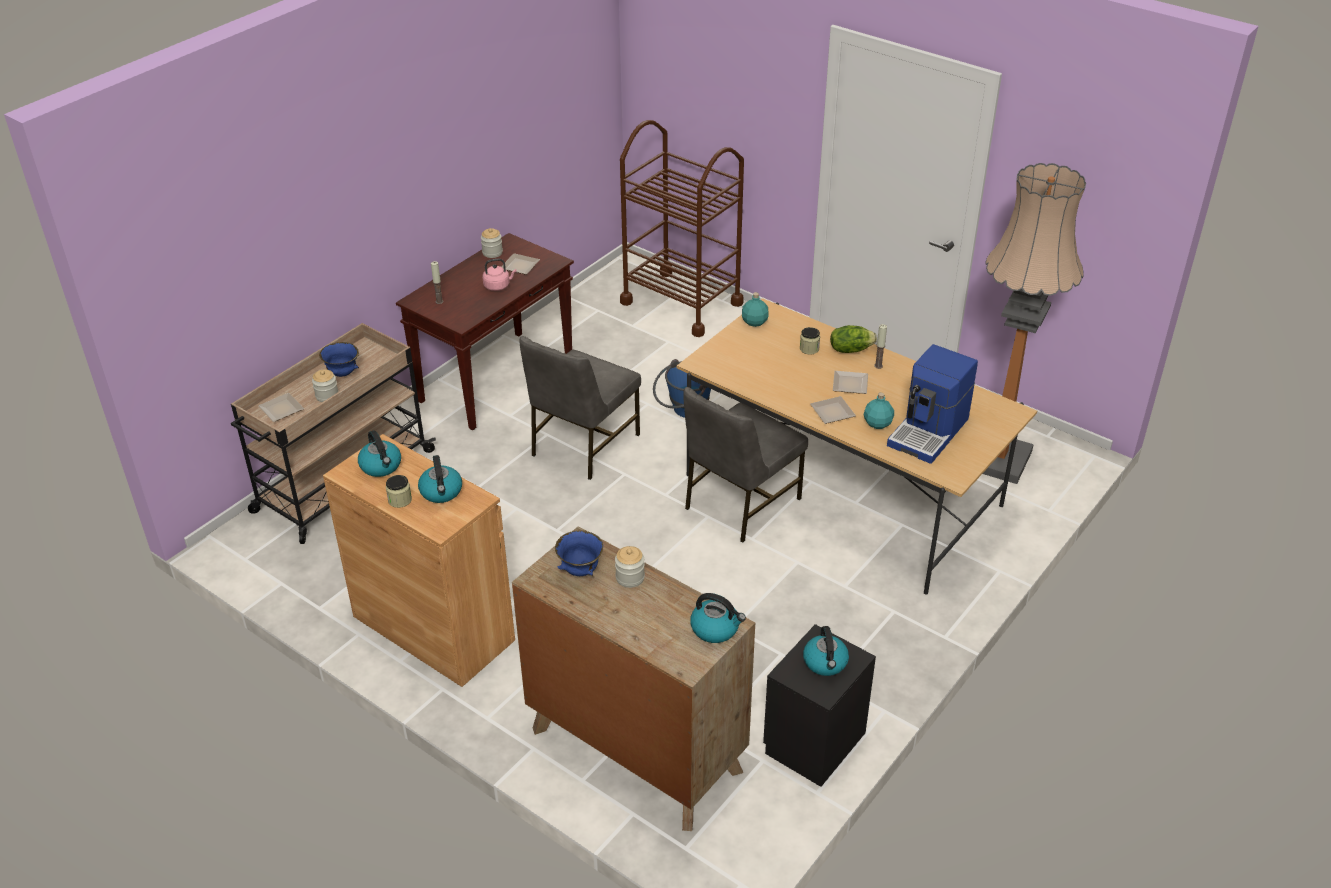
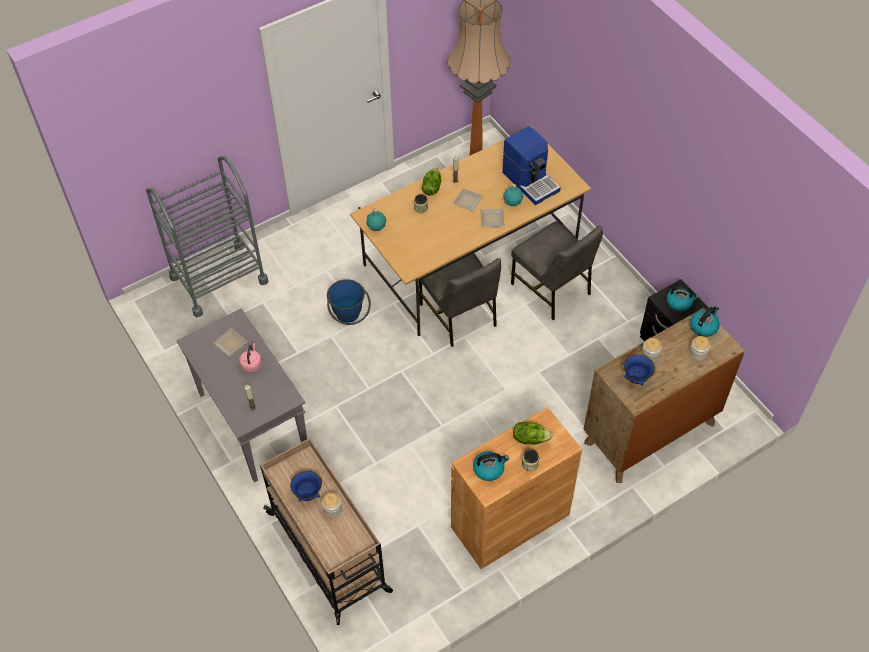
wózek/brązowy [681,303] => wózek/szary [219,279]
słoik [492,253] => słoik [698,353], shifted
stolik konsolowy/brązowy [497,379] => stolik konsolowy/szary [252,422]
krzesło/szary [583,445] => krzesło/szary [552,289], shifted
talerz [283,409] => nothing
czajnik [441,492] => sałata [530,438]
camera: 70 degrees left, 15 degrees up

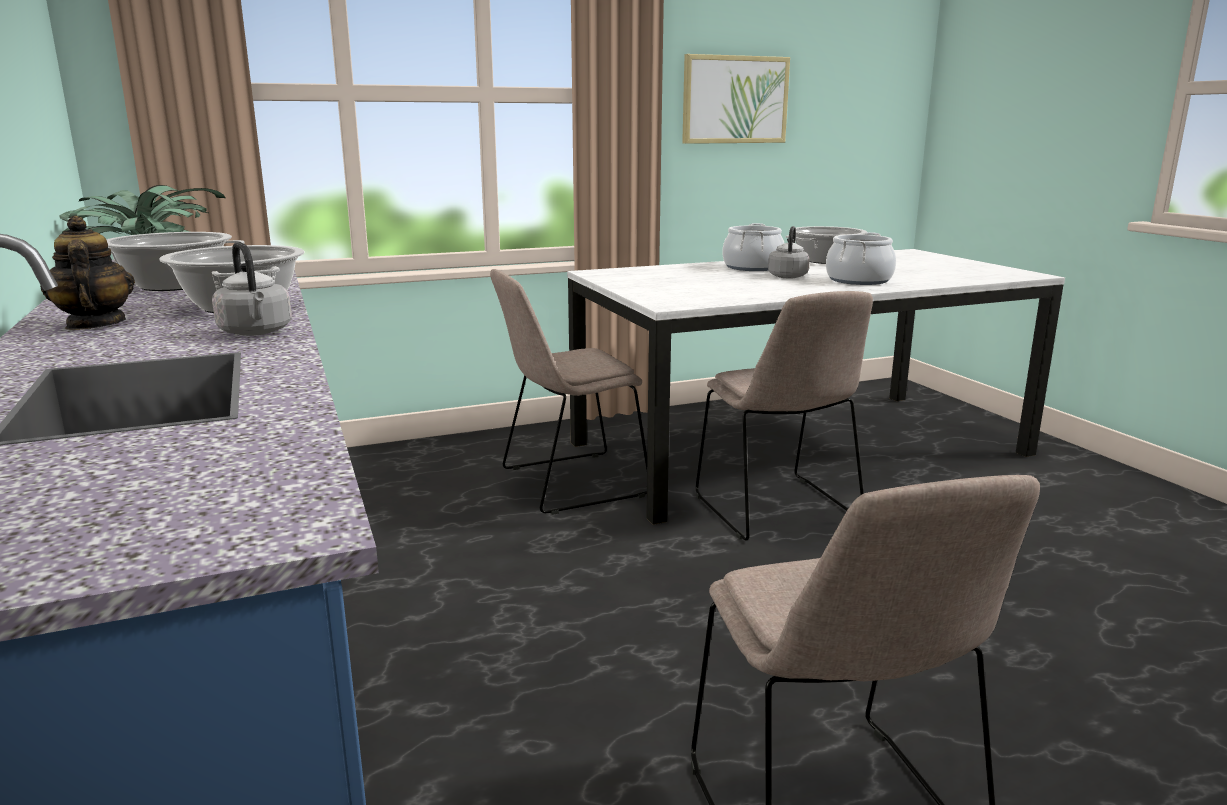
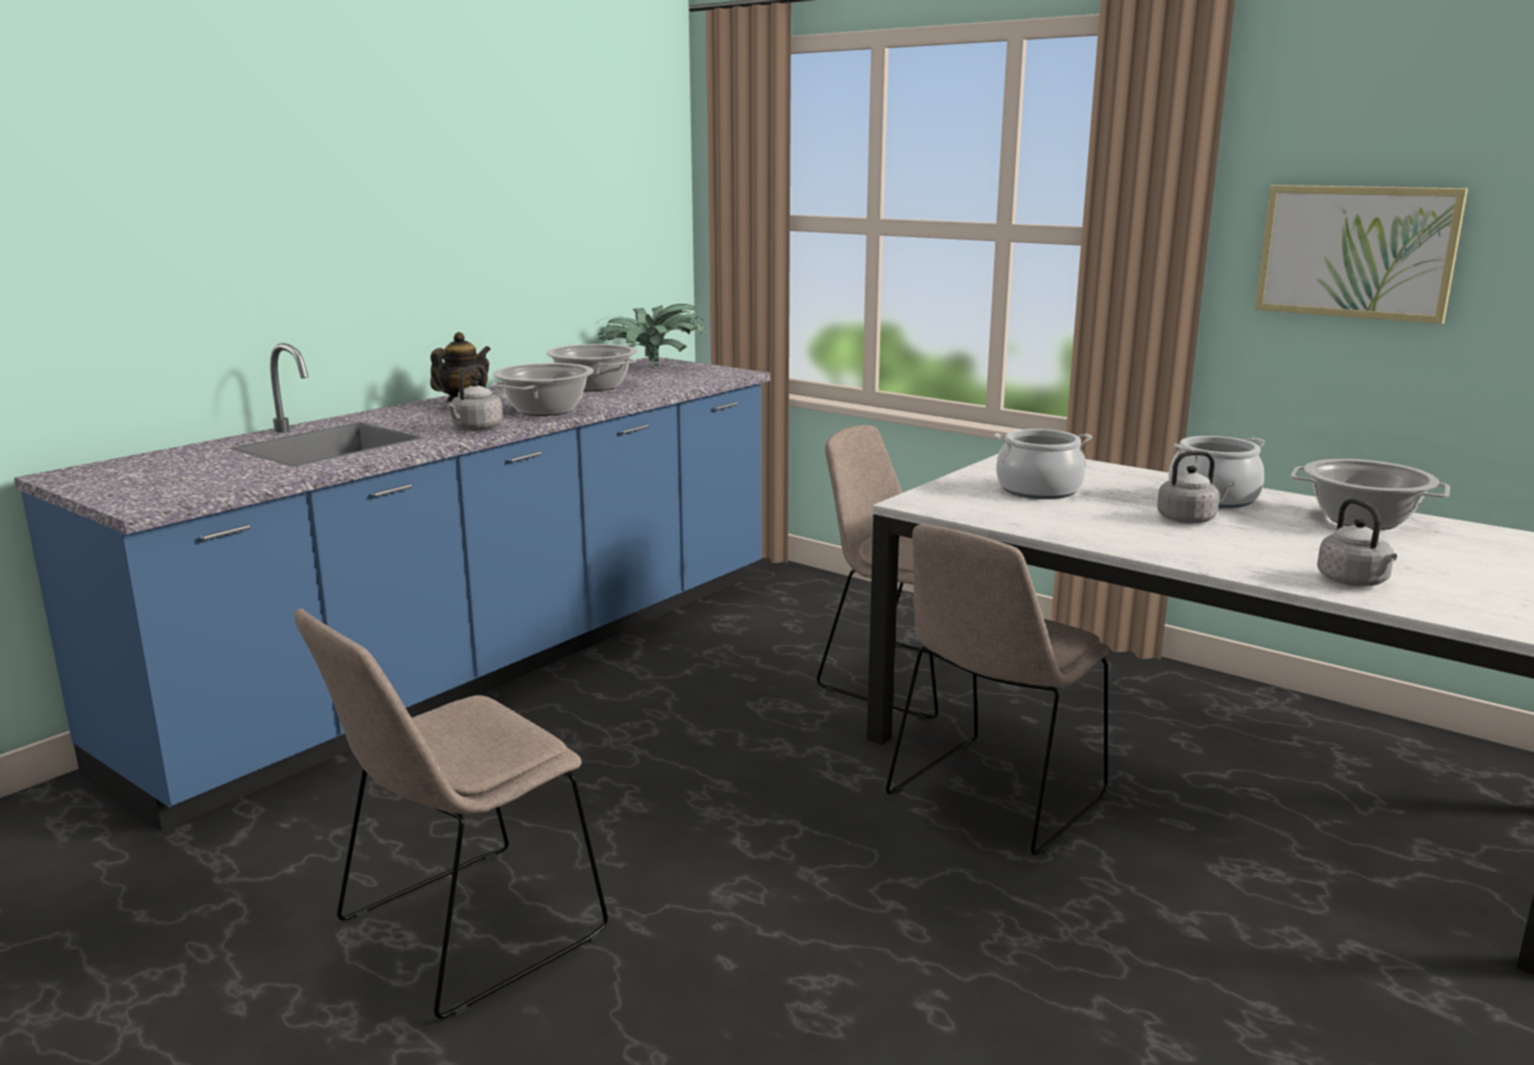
garnek [858,280] => garnek [1038,490], shifted
nothing => czajnik/szary [1354,582]
camera: 60 degrees right, 0 degrees up

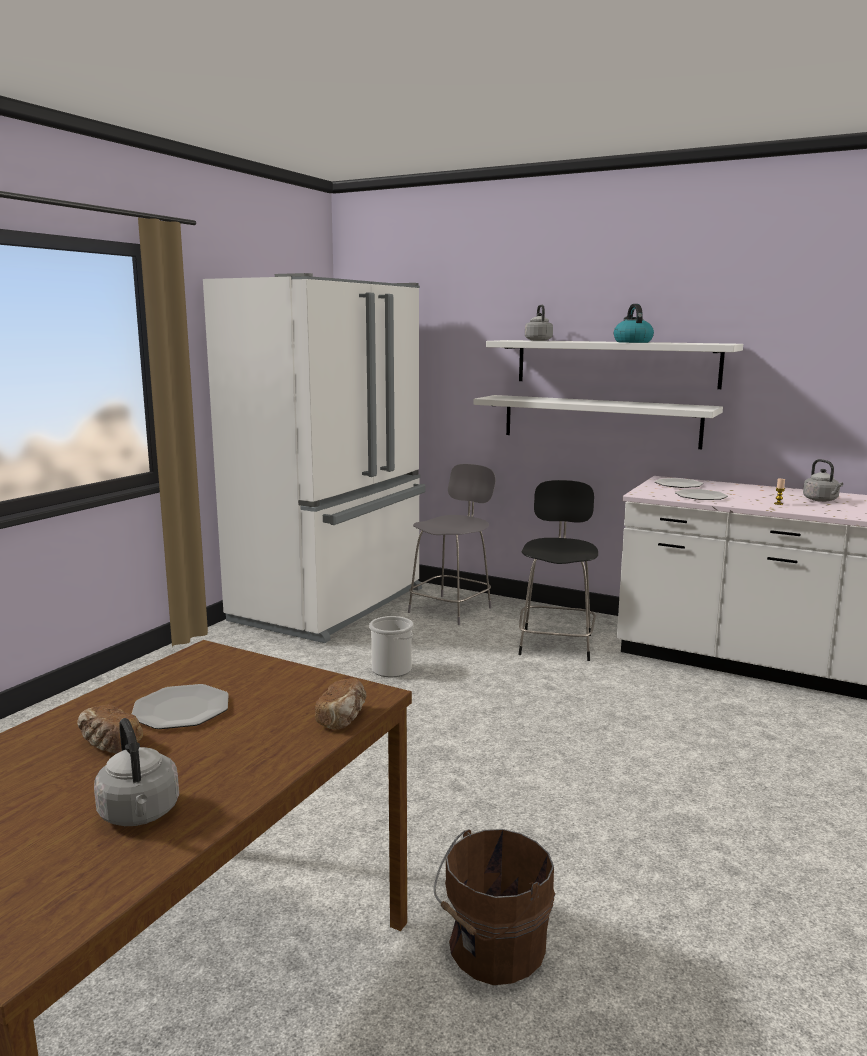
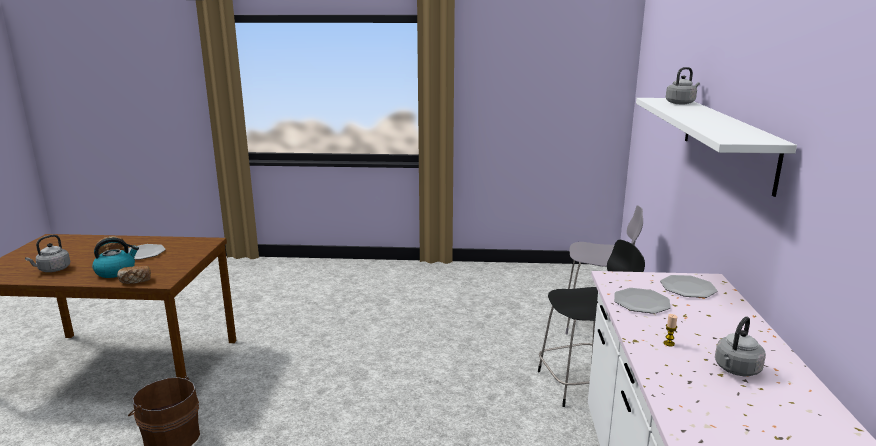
lodówka/biały [333,605] => nothing
czajnik [632,342] => czajnik [116,271], shifted
półka/biały [600,421] => nothing
wiadro [392,669] => nothing
camera: 65 degrees right, 5 degrees up

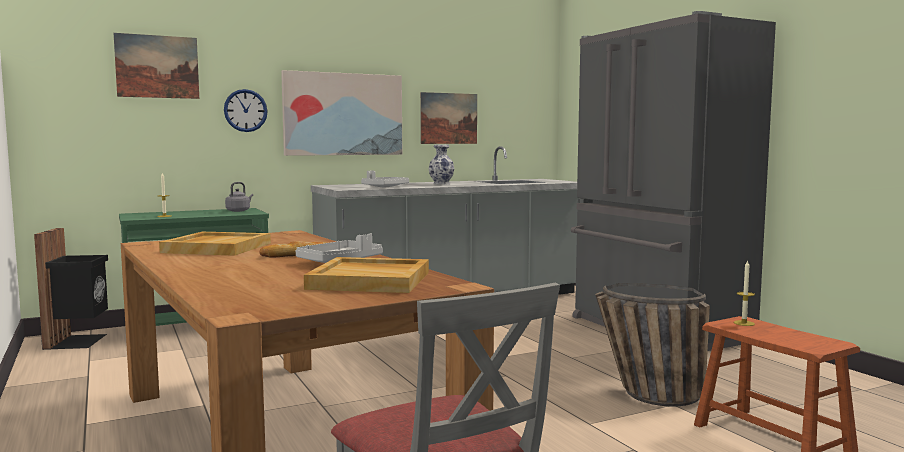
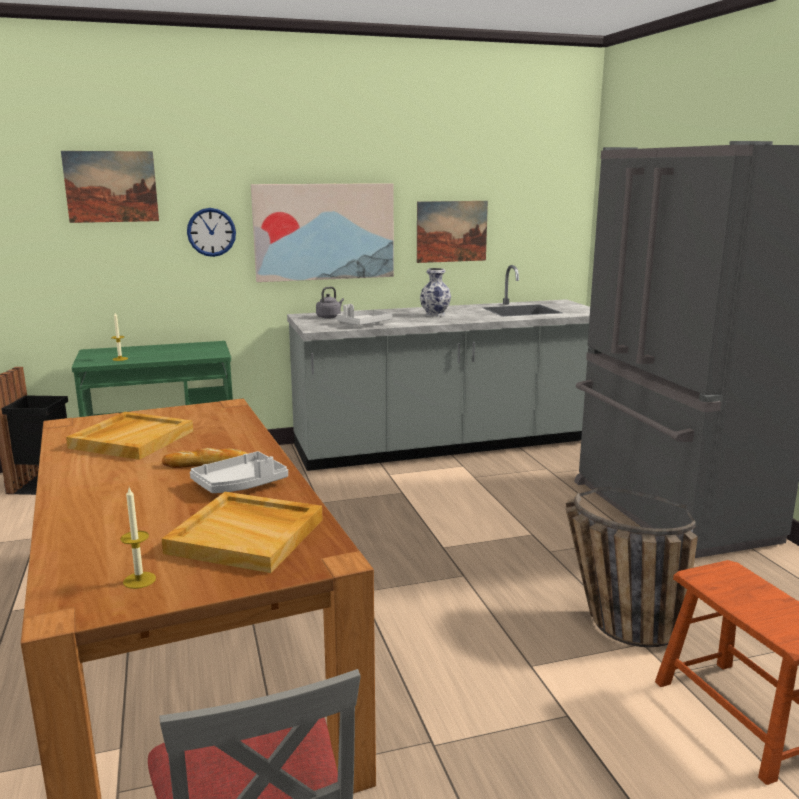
czajnik/szary [239,211] => czajnik/szary [329,317], shifted
świeca [744,323] => świeca [139,580], shifted
camera: 10 degrees right, 10 degrees up

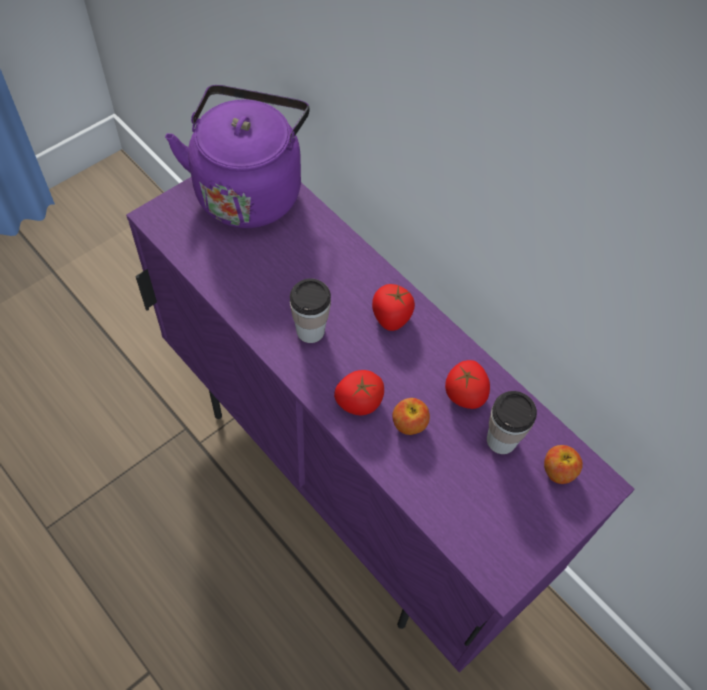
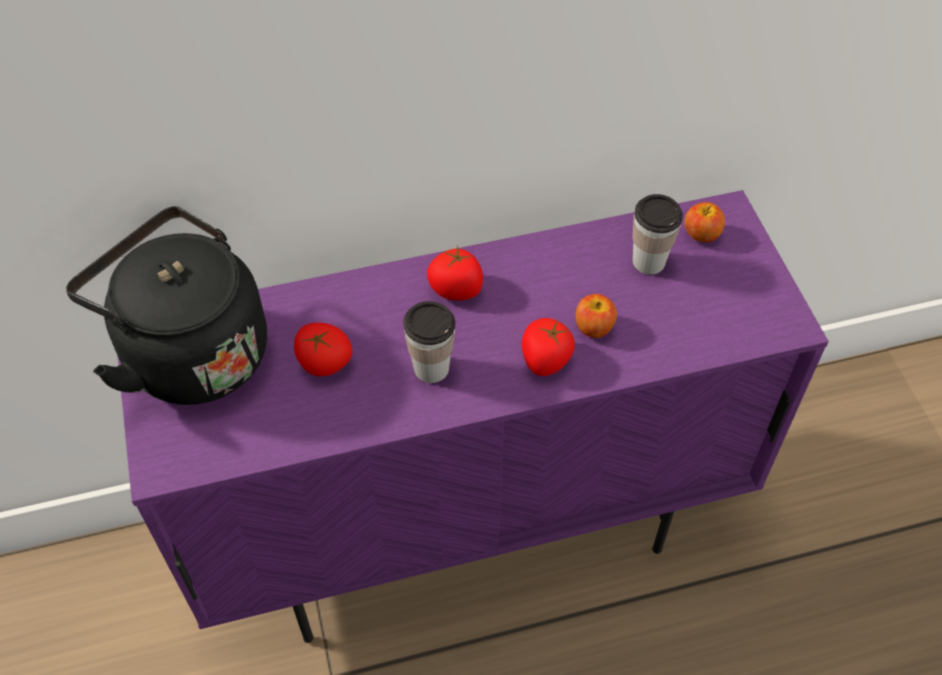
czajnik/fioletowy [249,189] => czajnik/czarny [190,352]
pomidor [464,393] => pomidor [323,363], shifted
camera: 60 degrees left, 5 degrees down

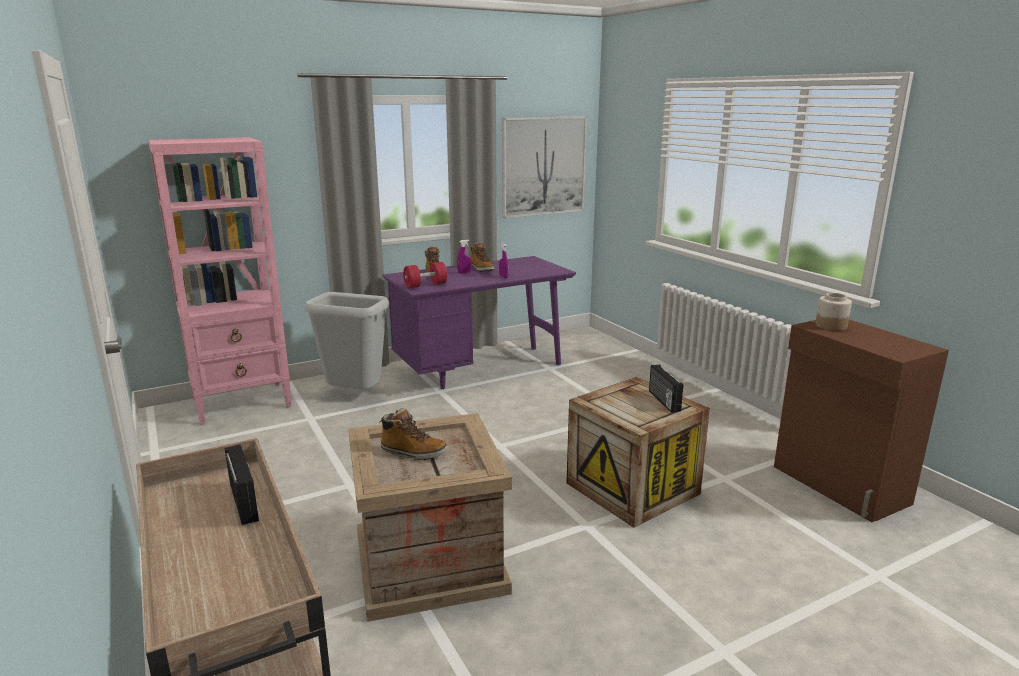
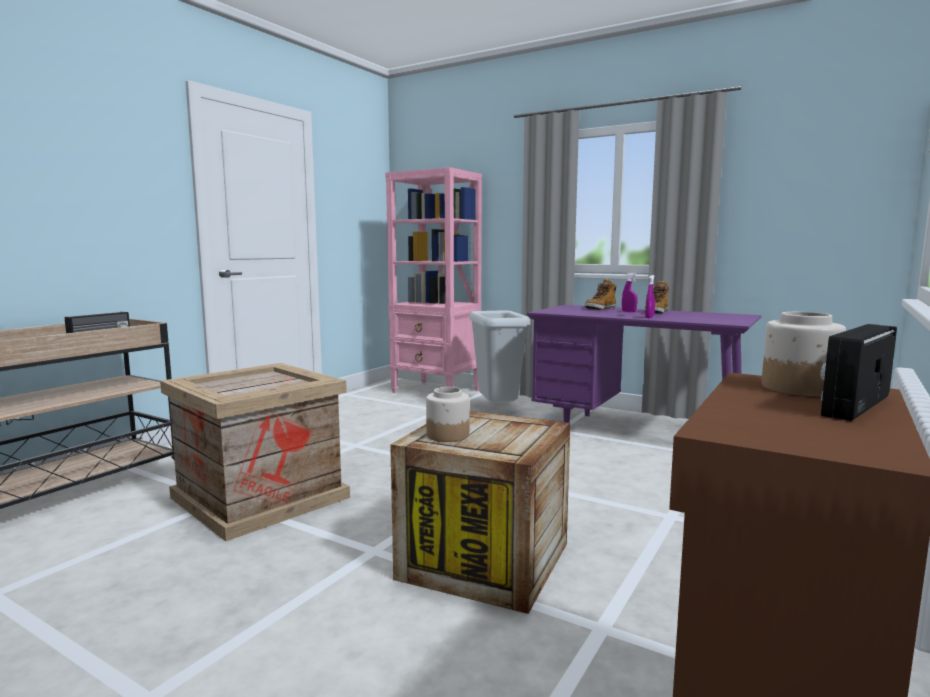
obraz [543,166] => nothing
hantel/czerwony [425,285] => nothing
radio [663,401] => radio [853,405], shifted
but z cholewką [413,452] => nothing
nothing => słoik [448,435]
camera: 60 degrees right, 10 degrees down

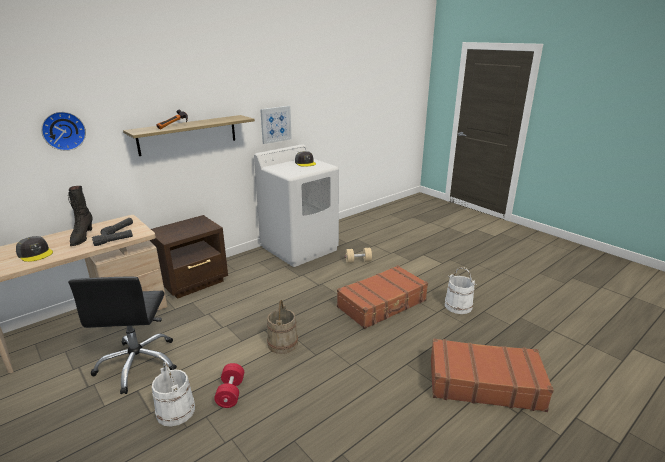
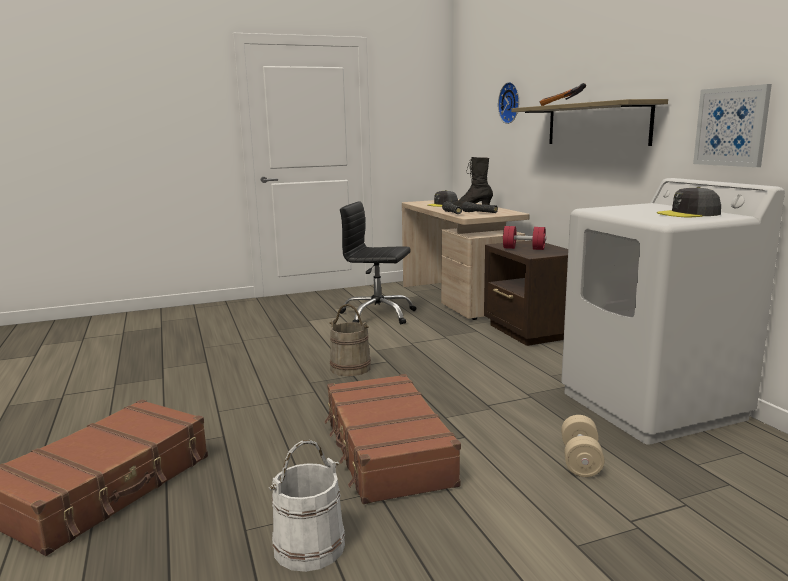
wiadro/biały [175,411] => nothing
hantel/czerwony [231,393] => hantel/czerwony [523,248], shifted
camera: 110 degrees right, 10 degrees down

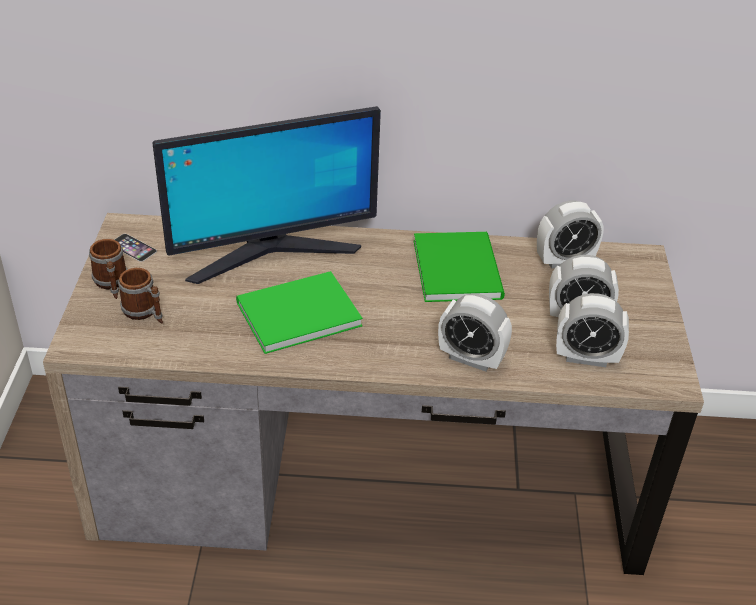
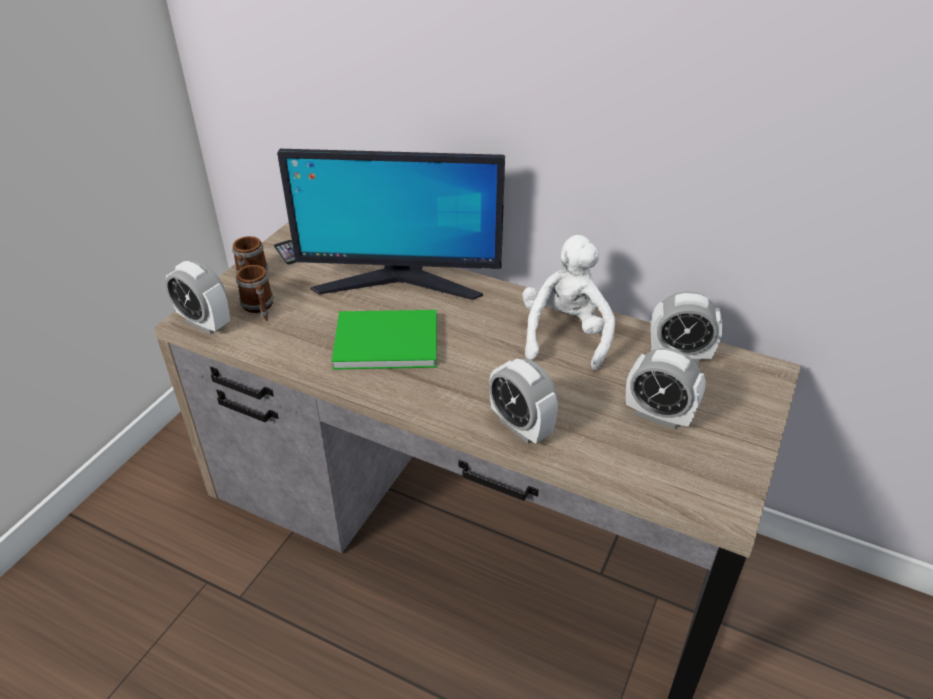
książka/zielony [459,267] => pluszak/biały [565,336]
budzik [586,357] => budzik [204,323], shifted
camera: 25 degrees right, 0 degrees up

